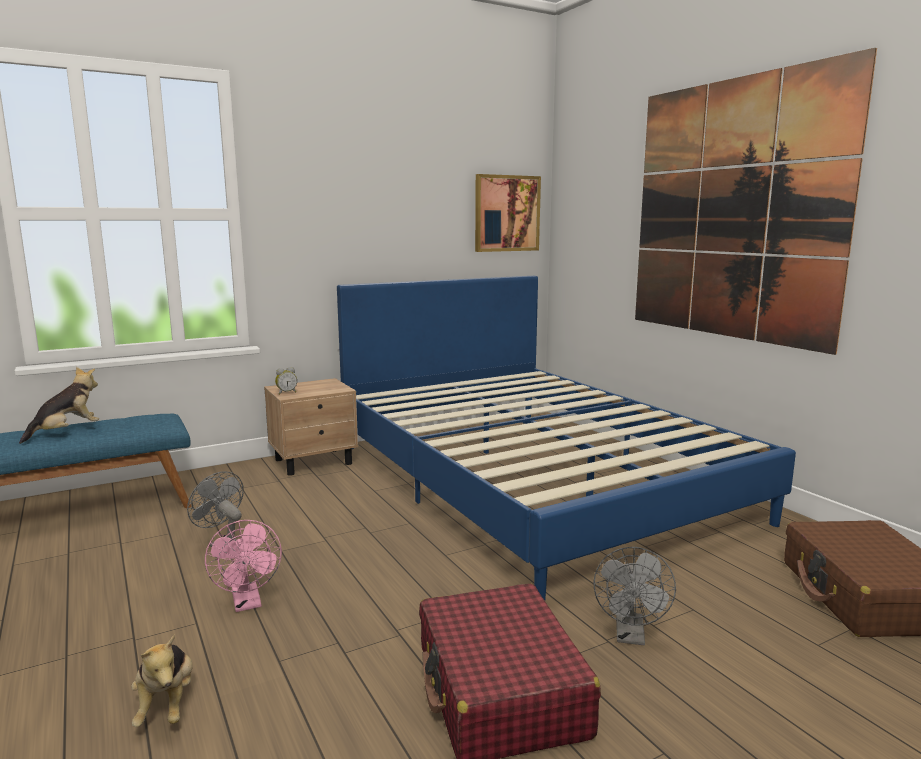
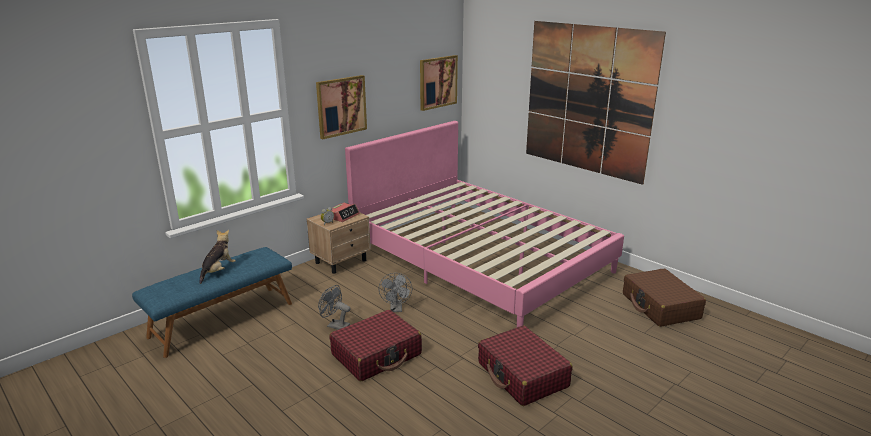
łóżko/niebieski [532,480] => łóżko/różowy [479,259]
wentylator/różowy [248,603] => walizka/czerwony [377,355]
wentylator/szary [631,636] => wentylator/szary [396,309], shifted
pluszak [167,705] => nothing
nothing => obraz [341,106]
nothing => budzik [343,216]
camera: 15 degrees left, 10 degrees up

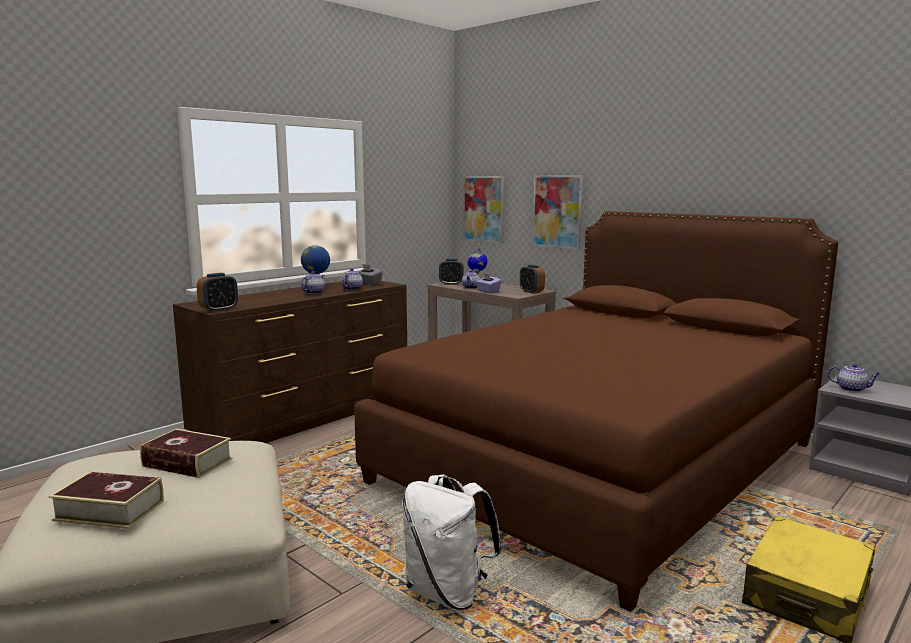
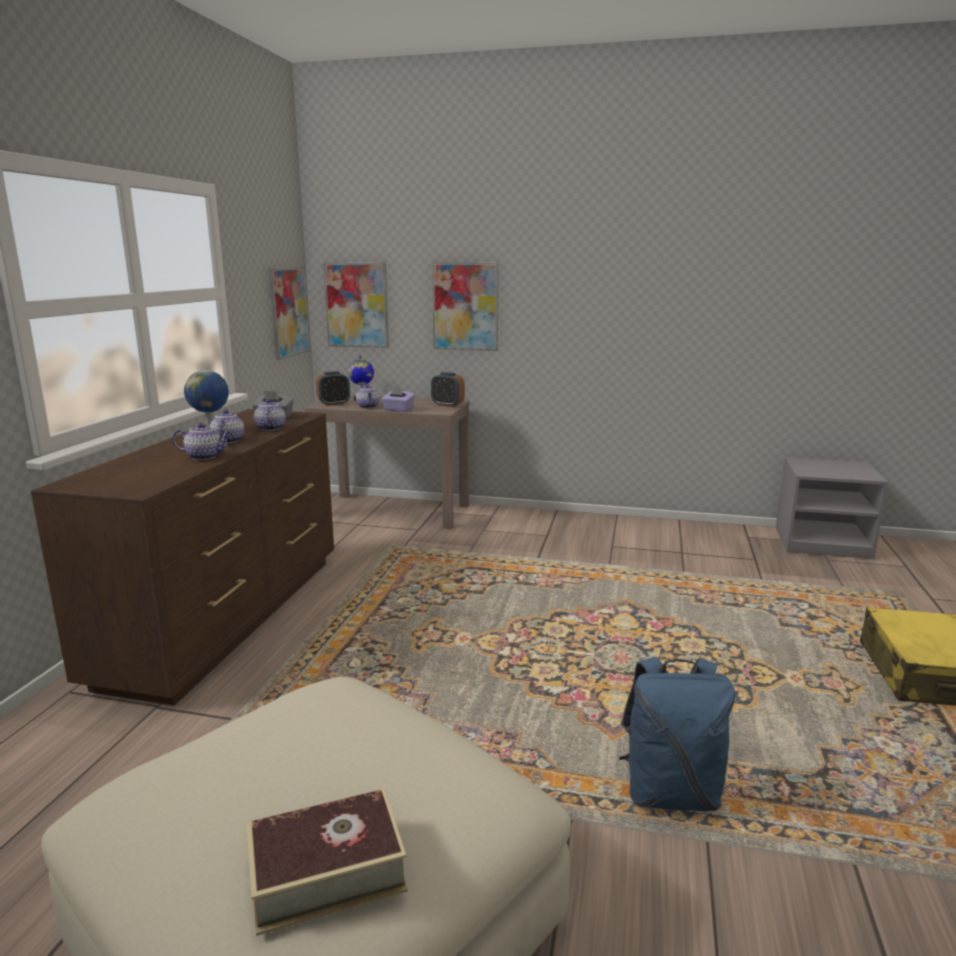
łóżko/brązowy [600,462] => nothing
budzik [219,310] => nothing
imbryk [852,389] => imbryk [205,456], shifted
książka [187,462] => nothing
plecak/biały [448,592] => plecak/niebieski [670,793]
nothing => obraz [288,312]
camera: 30 degrees left, 5 degrees up

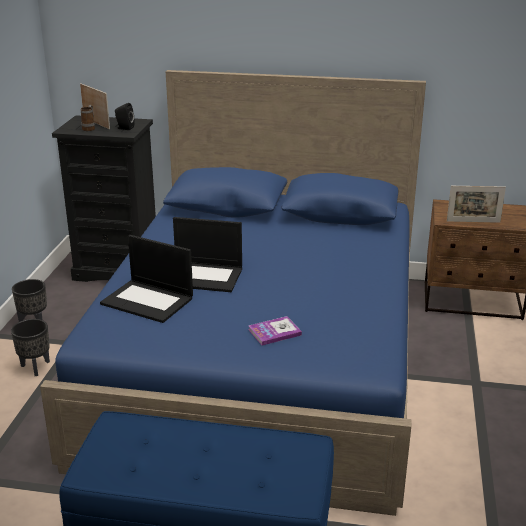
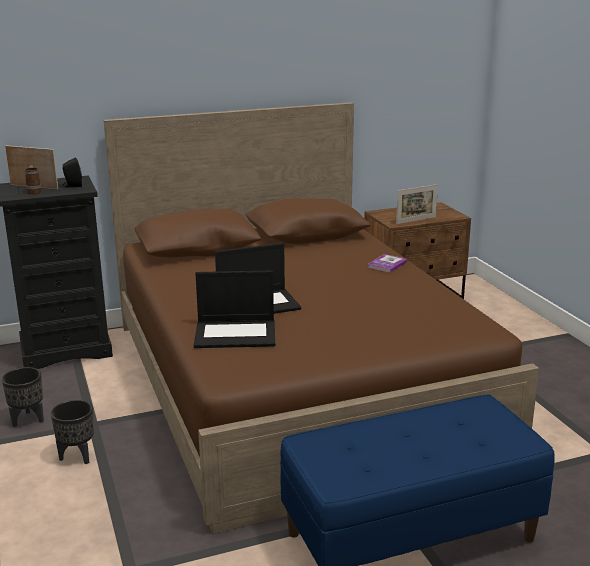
łóżko/niebieski [264,359] => łóżko/brązowy [296,383]
książka [274,332] => książka [387,264], shifted
camera: 30 degrees left, 5 degrees down

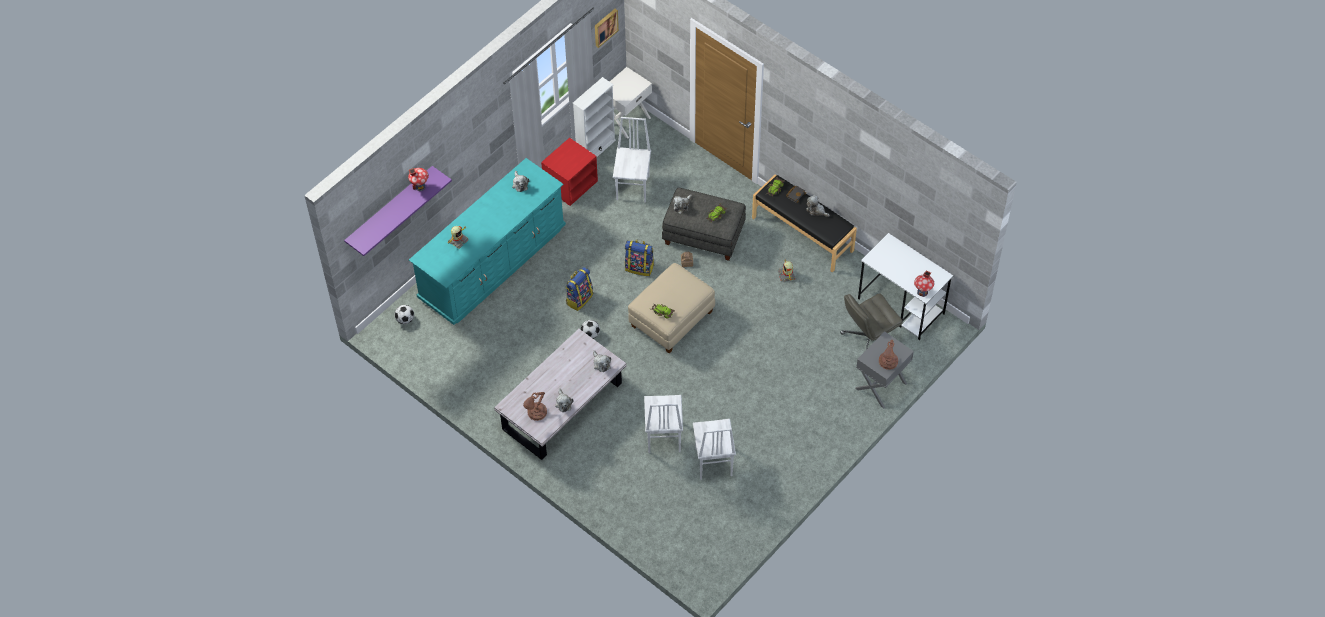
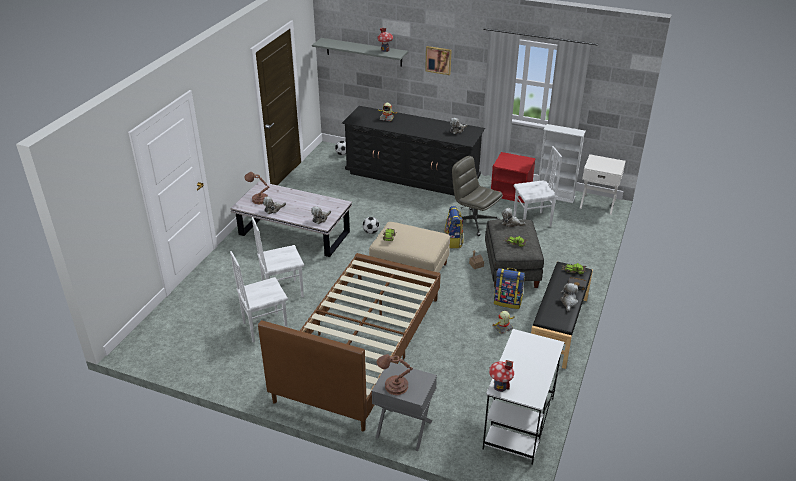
obraz [605,27] => obraz [438,60], shifted
komoda/turkusowy [493,264] => komoda/czarny [412,176]
półka/fioletowy [390,209] => półka/szary [364,52]
plecak [579,298] => plecak [508,302], shifted
krzesło biurowe/szary [868,339] => krzesło biurowe/szary [474,222], shifted
nothing => łóżko/brązowy [360,347]
camera: 70 degrees right, 20 degrees down

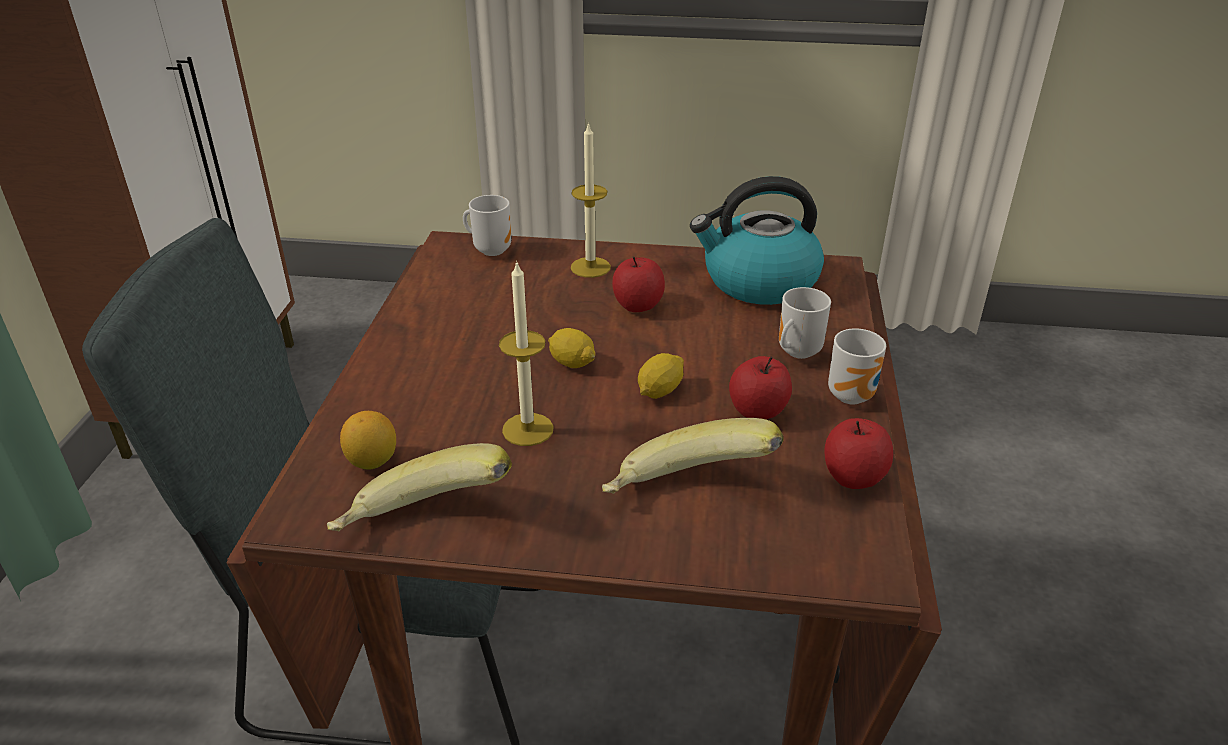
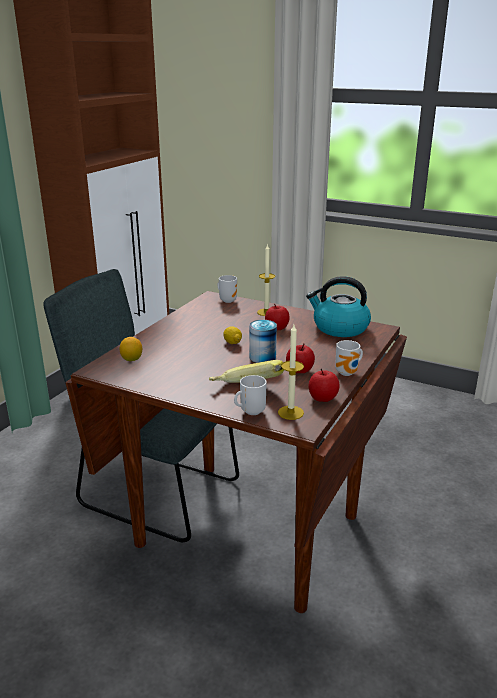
świeca [528,429] => świeca [290,412], shifted
kubek [795,352] => kubek [250,411], shifted
cytryna [660,390] => puszka [262,357]
banan [424,527] => nothing
camera: 20 degrees right, 10 degrees down

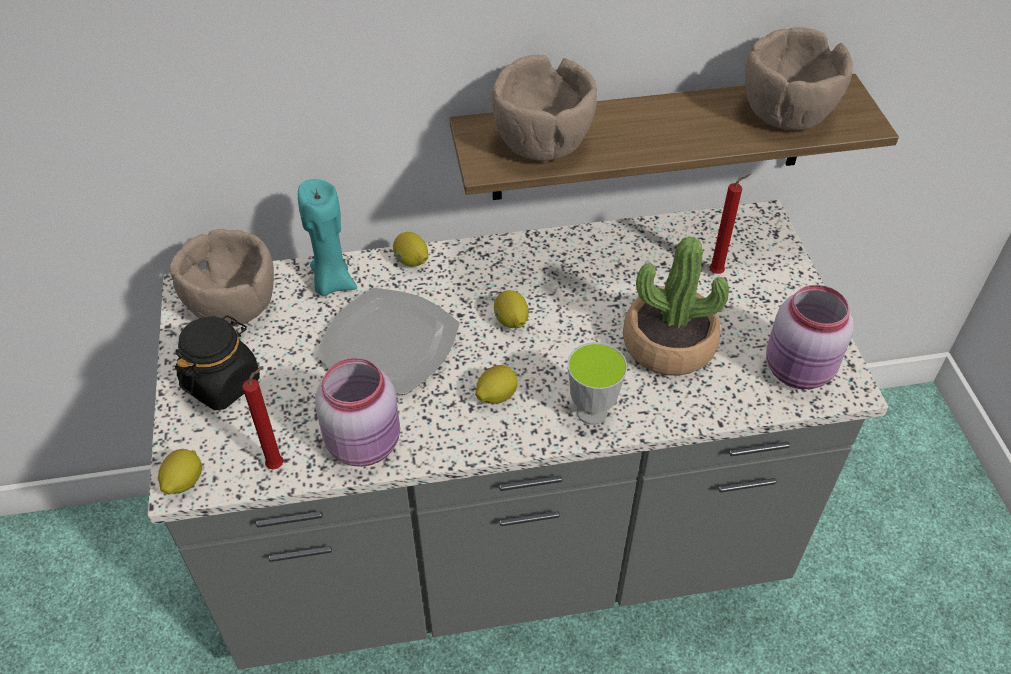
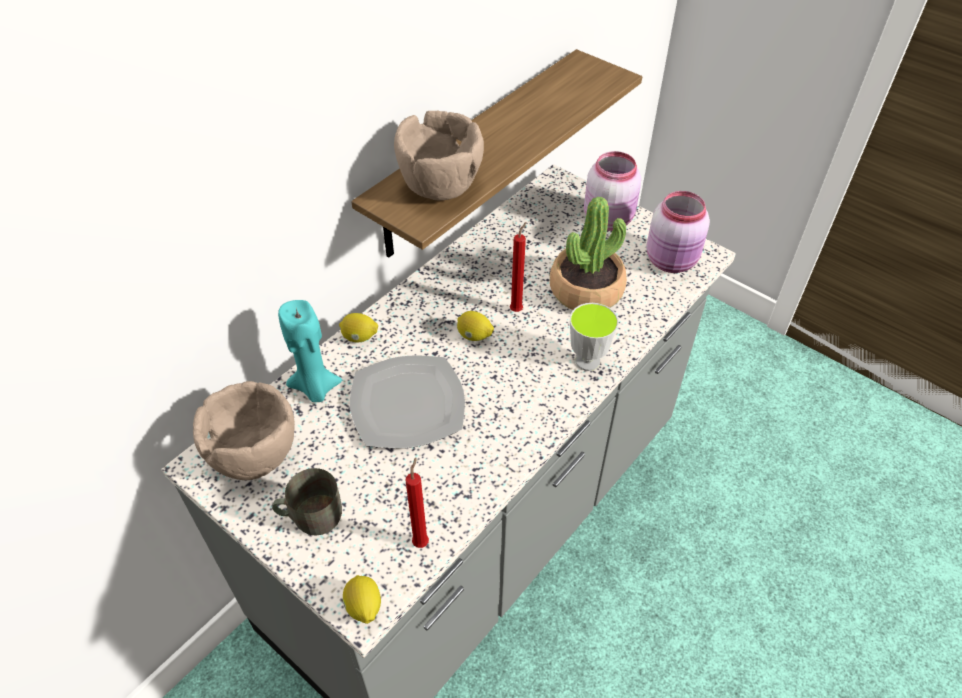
miska/brązowy [785,114] => nothing
świeca/czerwony [718,272] => świeca/czerwony [517,309], shifted
słoik/czarny [222,383] => kubek/szary [310,515]
słoik/różowy [366,443] => słoik/różowy [608,218], shifted
cytryna [496,396] => nothing
camera: 40 degrees left, 0 degrees up

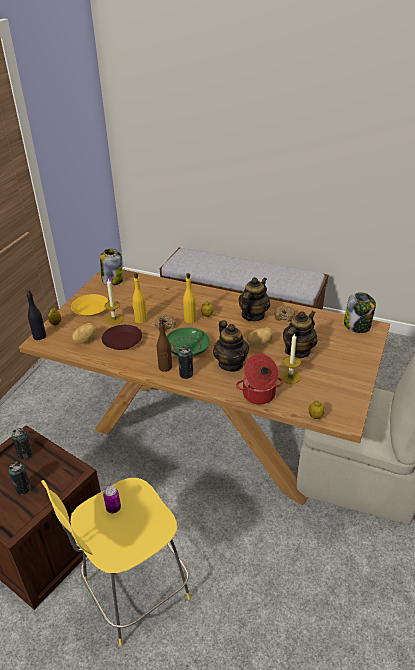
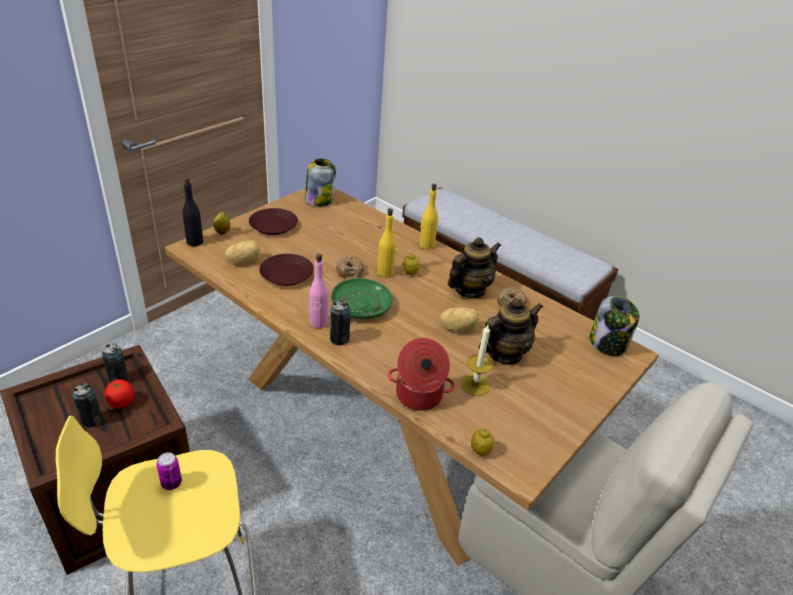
butelka/żółty [140,319] => butelka/żółty [426,245], shifted
świeca [114,319] => nothing
talerz/żółty [90,308] => talerz/brązowy [273,225]
butelka/brązowy [165,367] => butelka/różowy [318,322]
imbryk [231,364] => nothing
nothing => pomidor [121,403]
camera: 15 degrees right, 0 degrees up

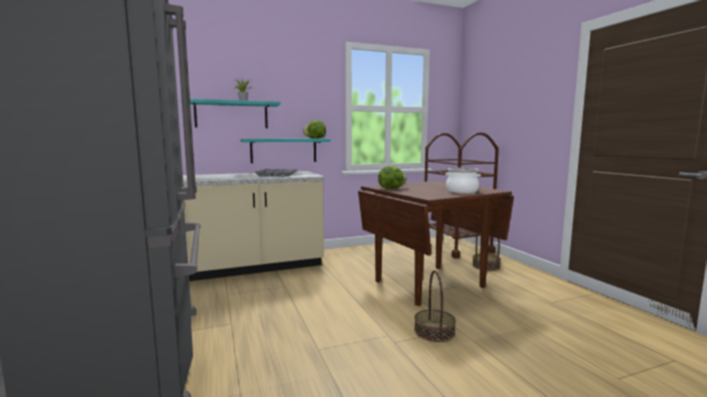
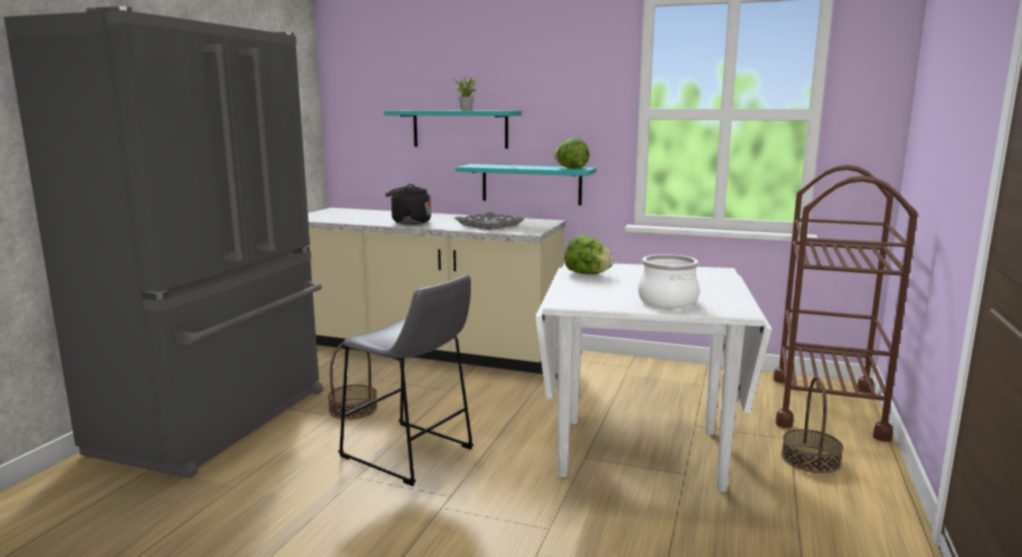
stół jadalny/brązowy [428,283] => stół jadalny/biały [640,451]
koszyk [434,331] => koszyk [353,409], shifted
nothing => czajnik/czarny [408,222]
nothing => stołek/szary [411,455]
camera: 40 degrees right, 5 degrees up

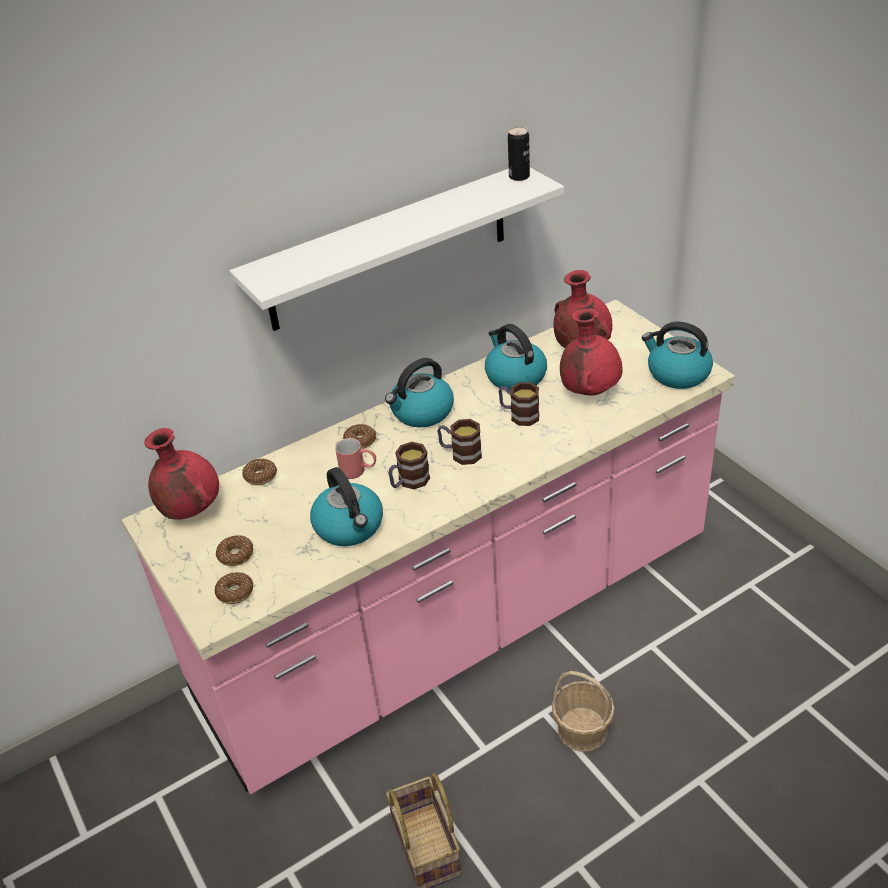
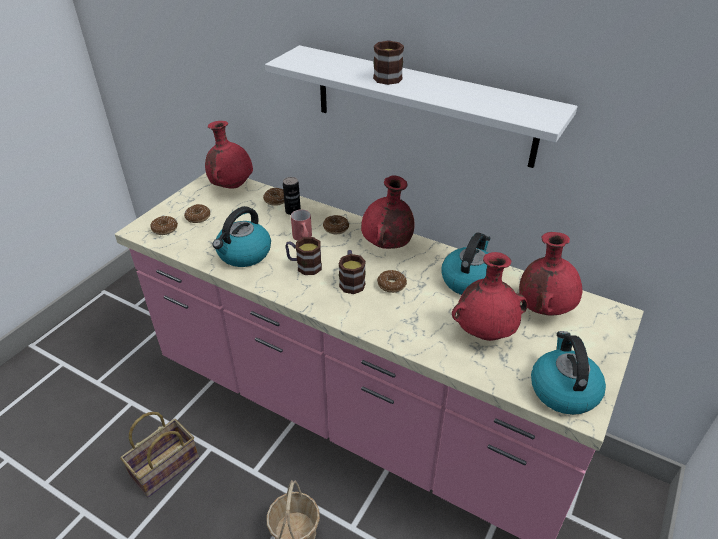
puszka [519,176] => puszka [293,211], shifted
czajnik [421,412] => wazon/czerwony [387,246]
kubek [519,415] => kubek [387,76], shifted
nothing => donut [391,285]
camera: 60 degrees right, 0 degrees up

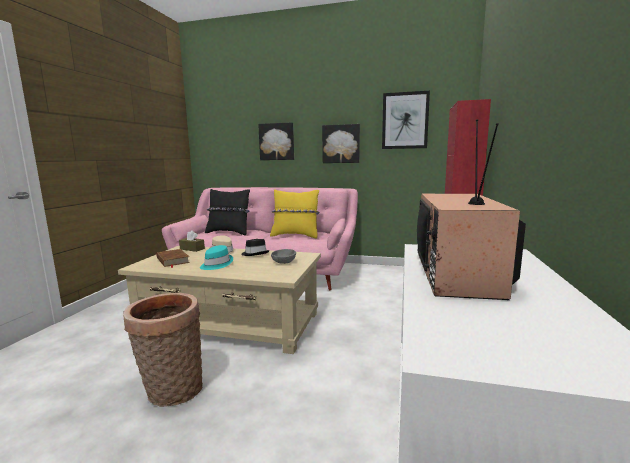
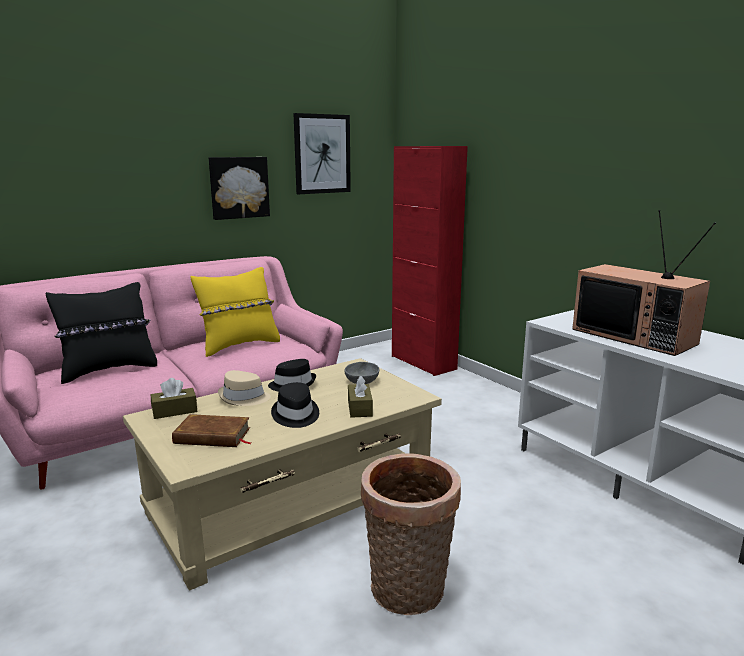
obraz [277,141] => nothing
kapelusz/turkusowy [216,264] => kapelusz/czarny [295,415]
nothing => pudełko chusteczek/brązowy [359,408]
camera: 50 degrees left, 5 degrees up

